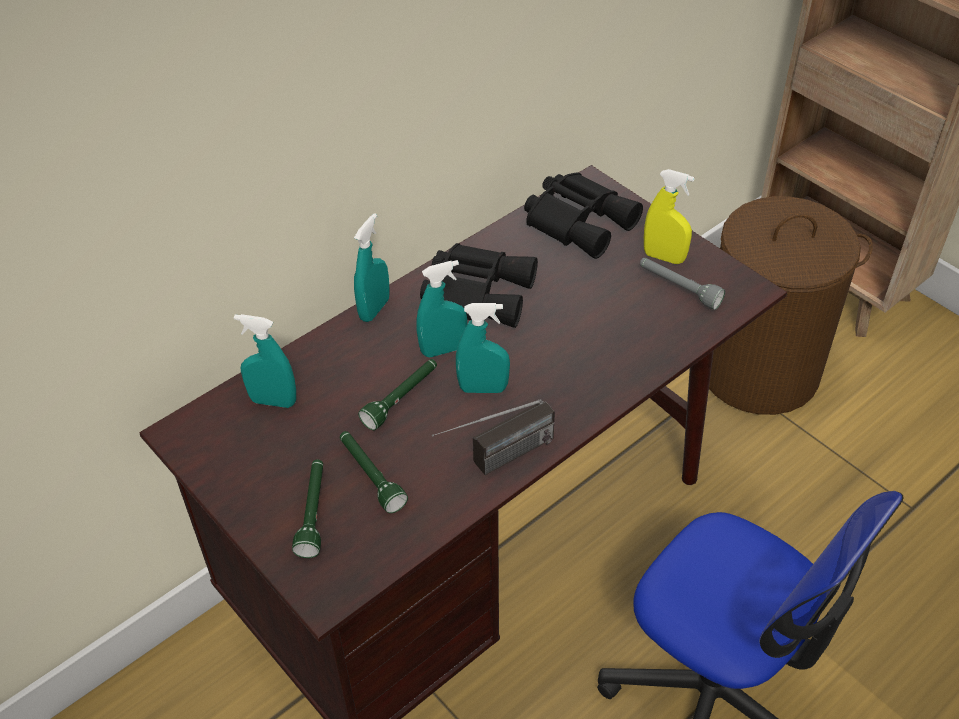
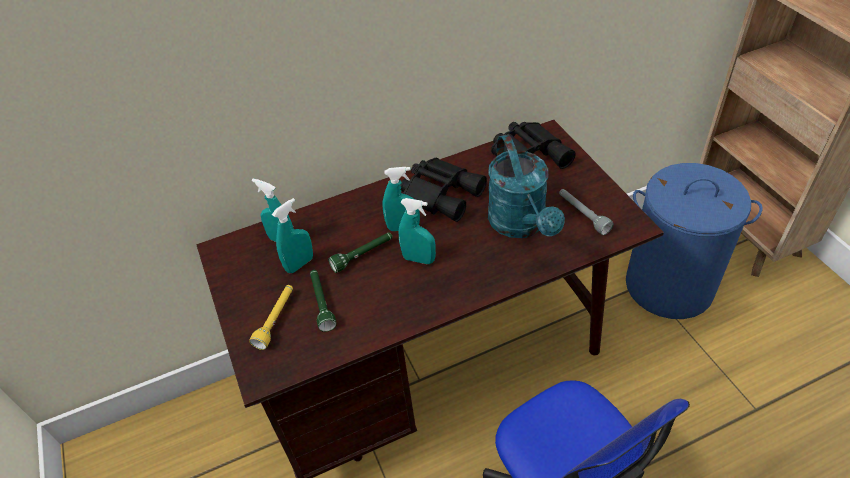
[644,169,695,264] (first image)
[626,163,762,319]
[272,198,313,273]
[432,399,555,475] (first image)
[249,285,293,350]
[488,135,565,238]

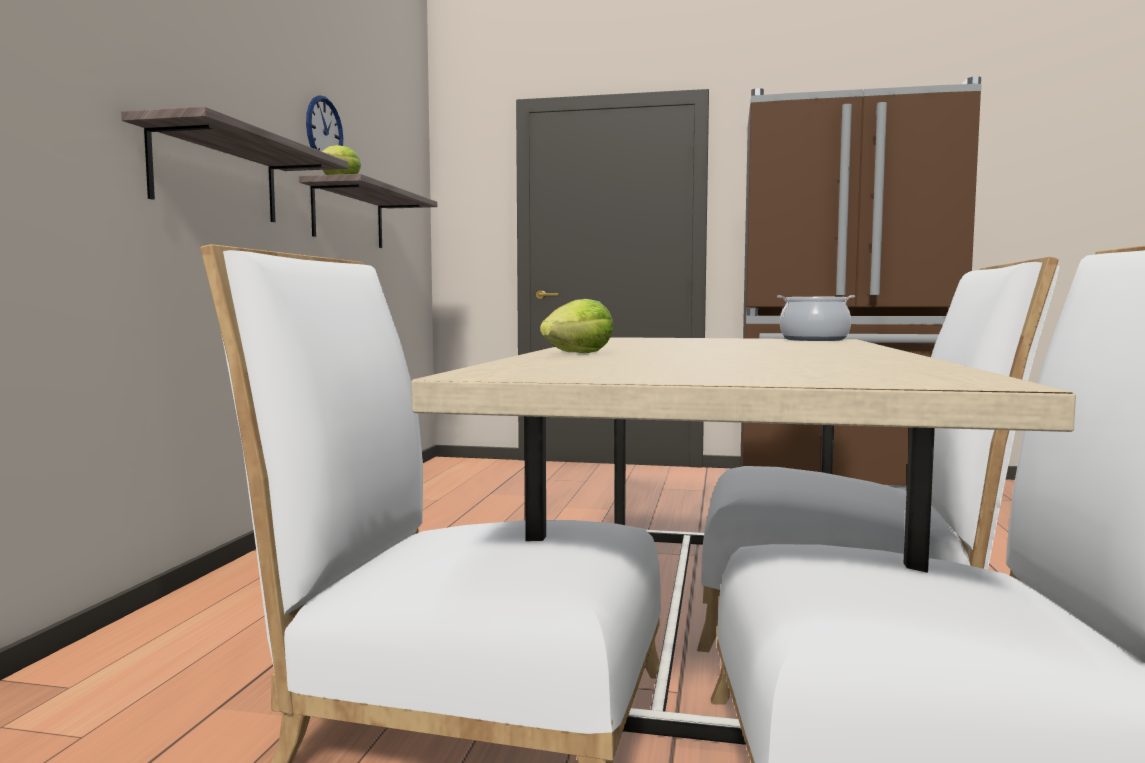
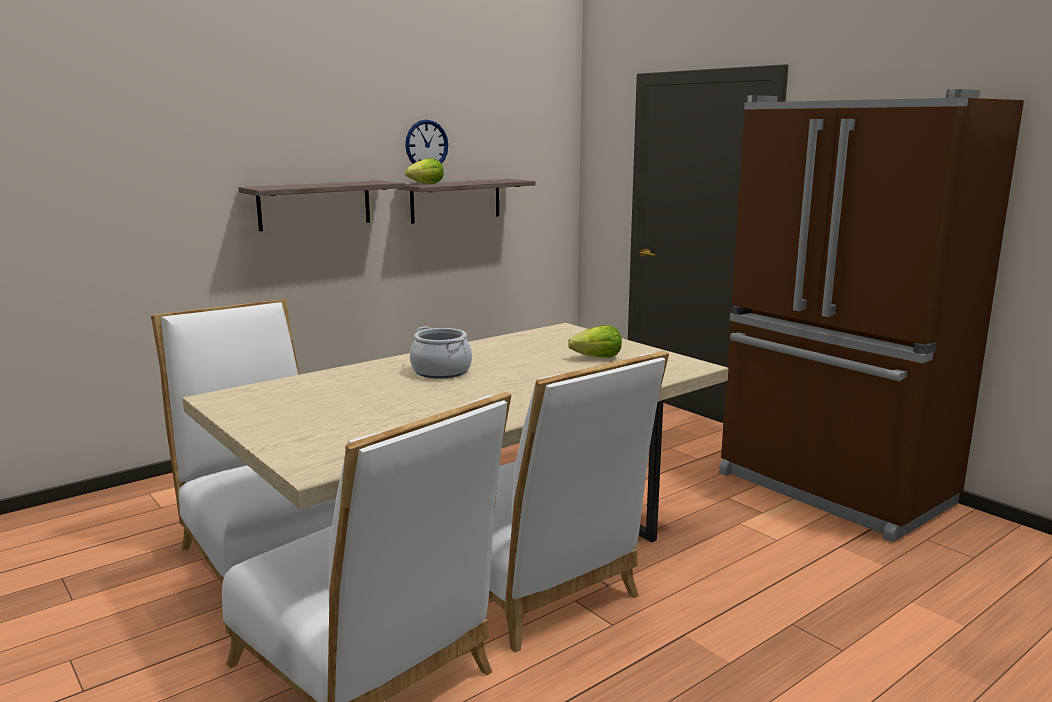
[410,326,472,379]
[568,325,622,358]

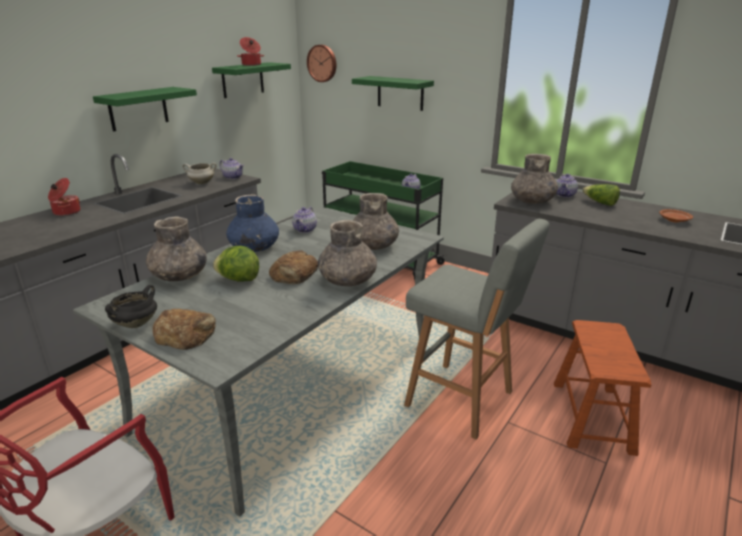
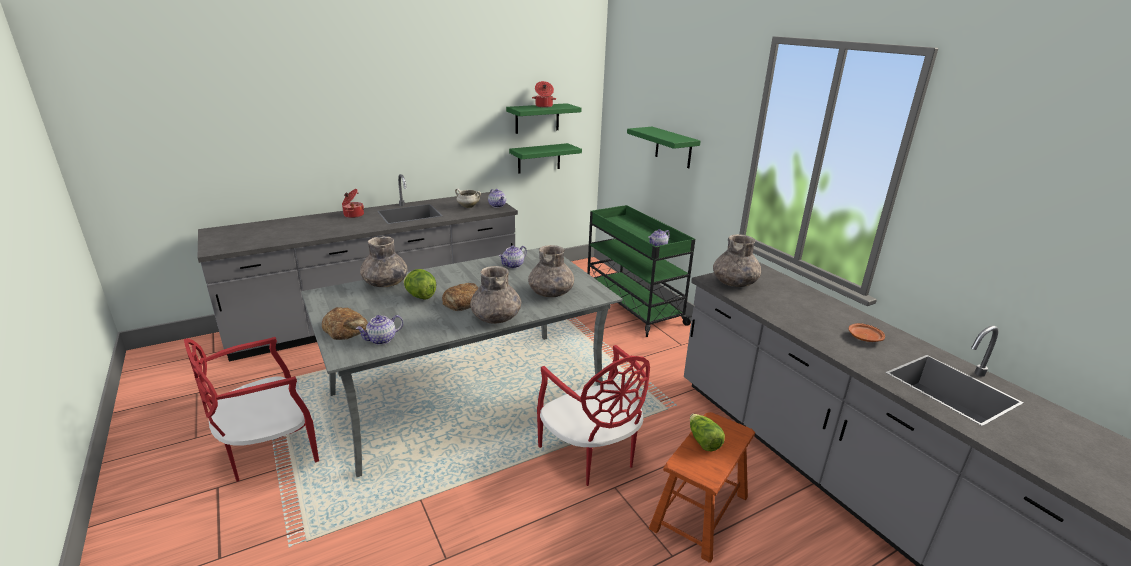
[307,45,336,82] (first image)
[509,143,582,174]
[355,315,403,345]
[690,414,725,452]
[226,194,279,252] (first image)
[537,345,650,486]
[105,285,157,328] (first image)

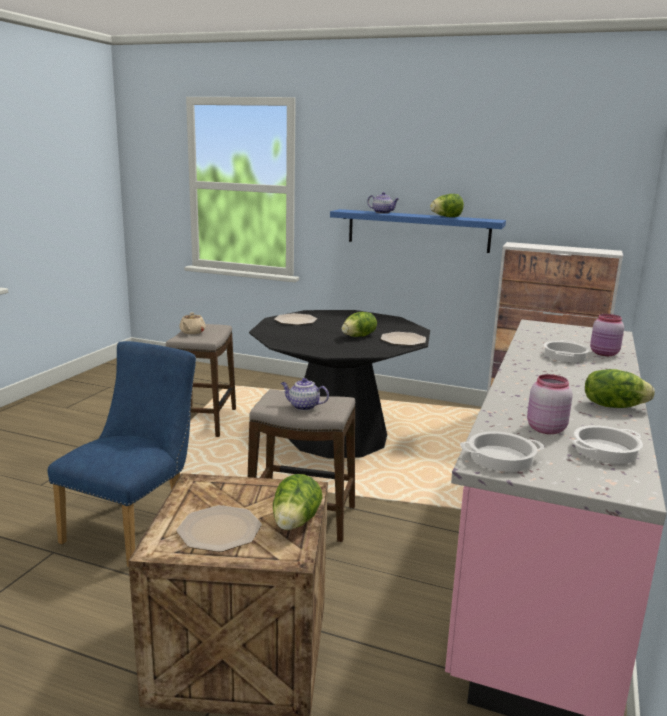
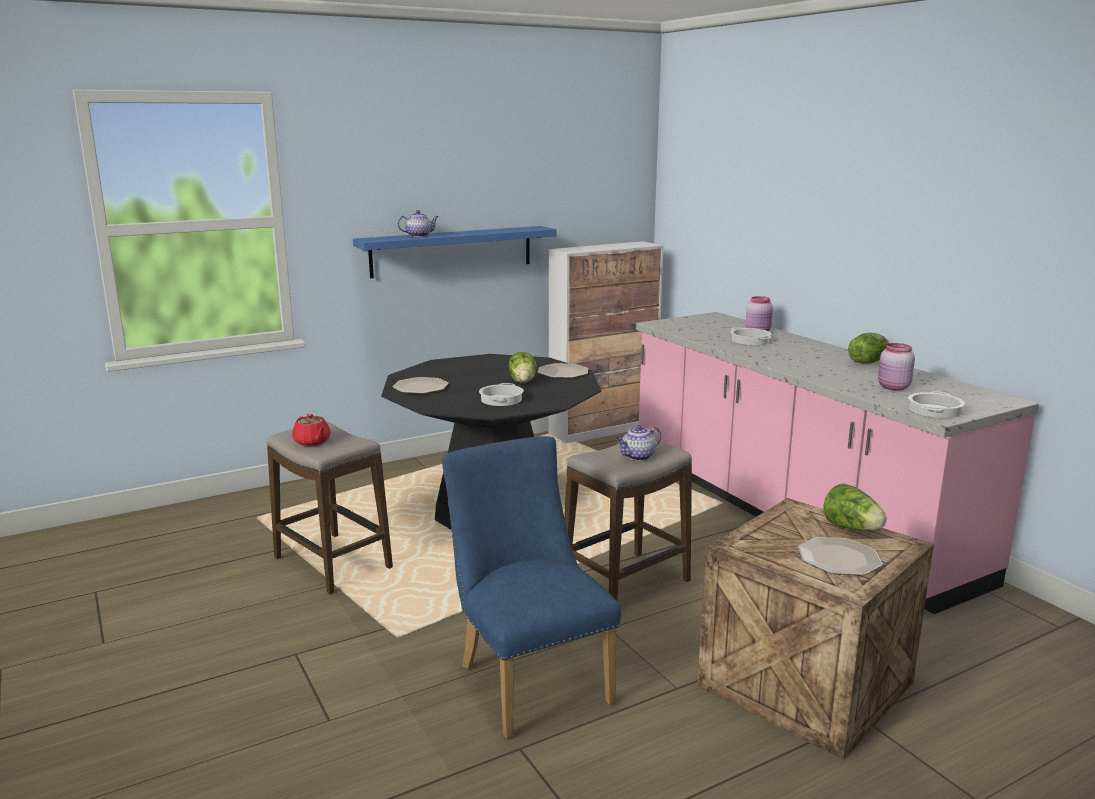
[430,194,464,217] (first image)
[292,414,331,446]
[479,383,524,406]

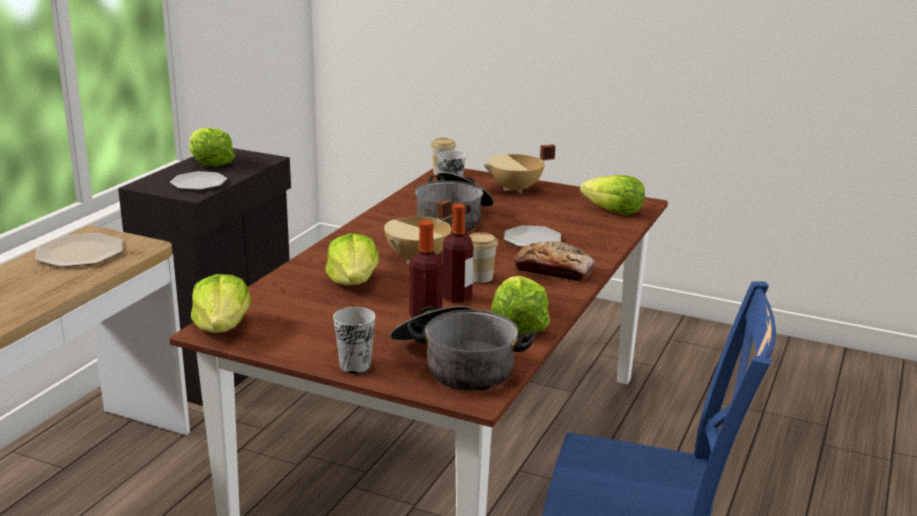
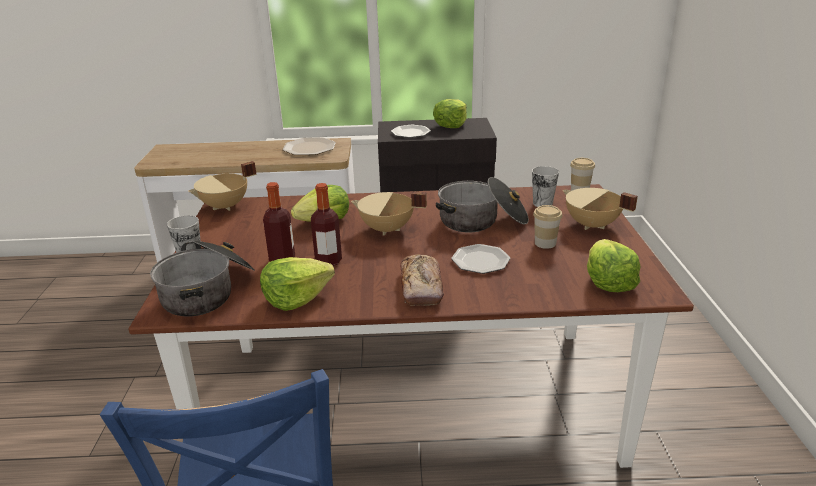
[533,205,562,249]
[188,161,257,211]

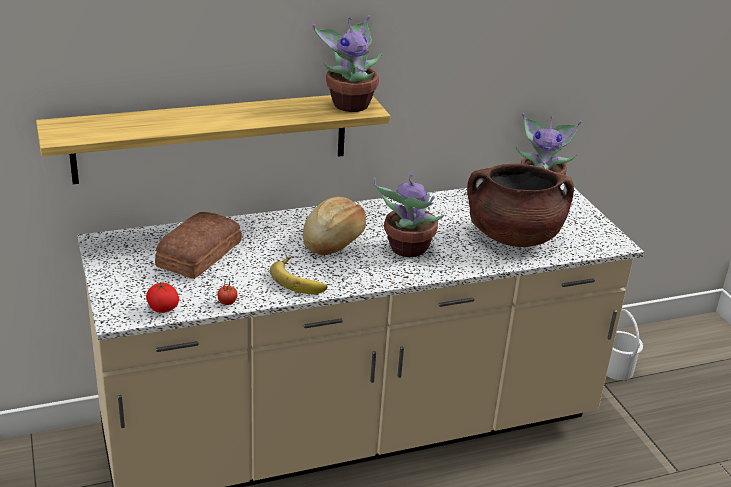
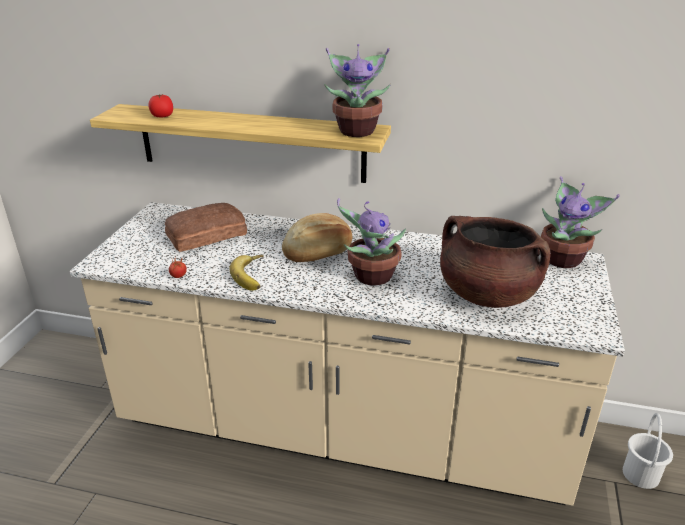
[149,94,173,117]

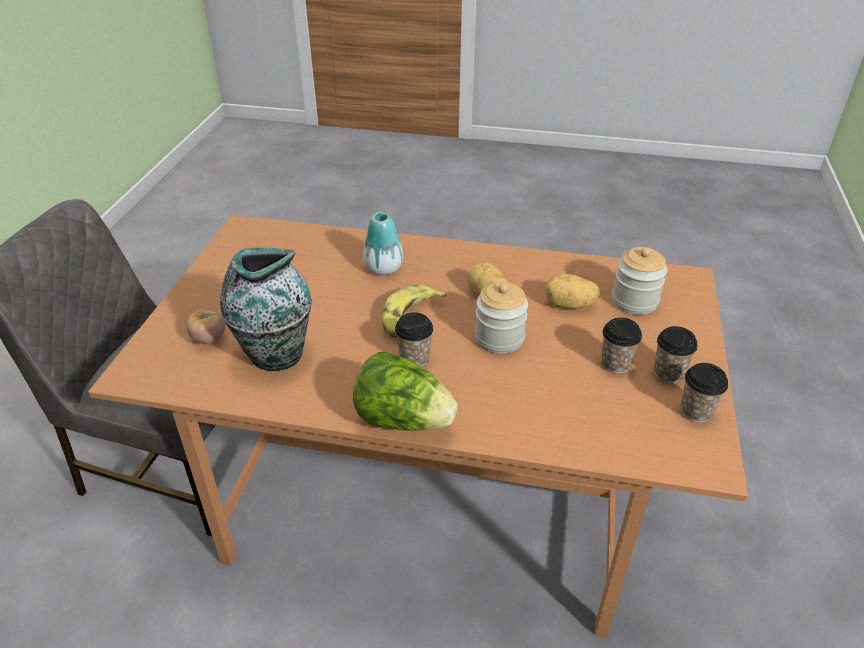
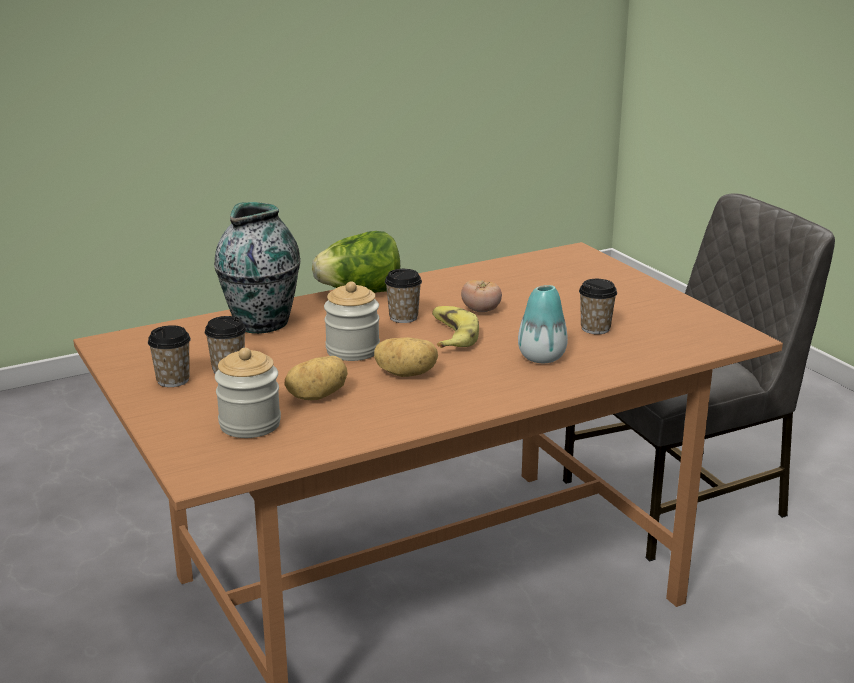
[214,202,301,334]
[461,280,502,312]
[579,279,617,334]

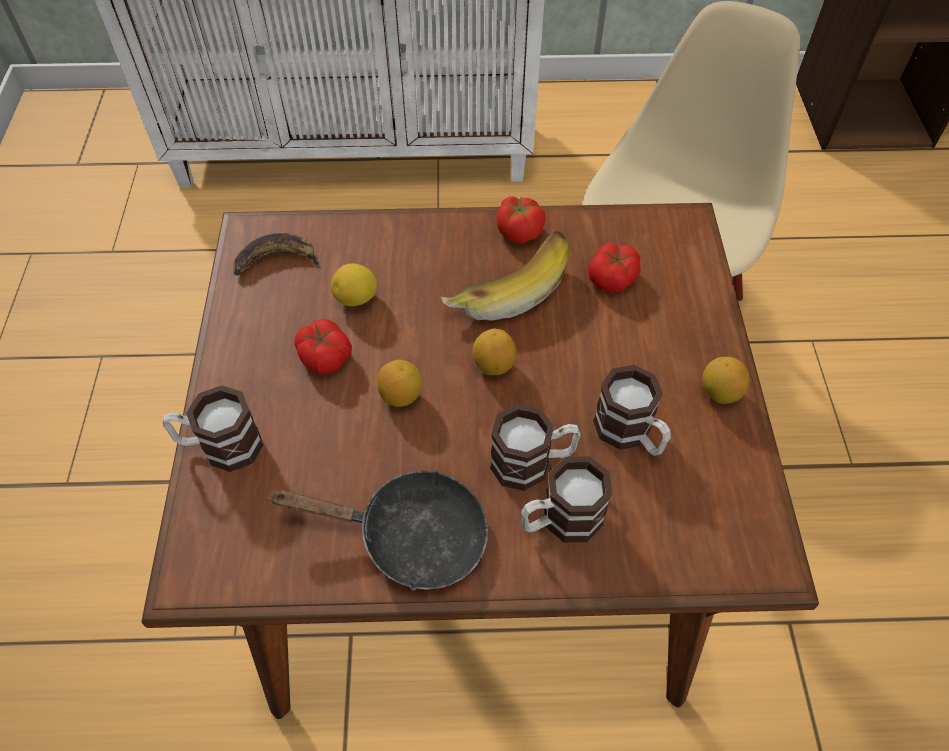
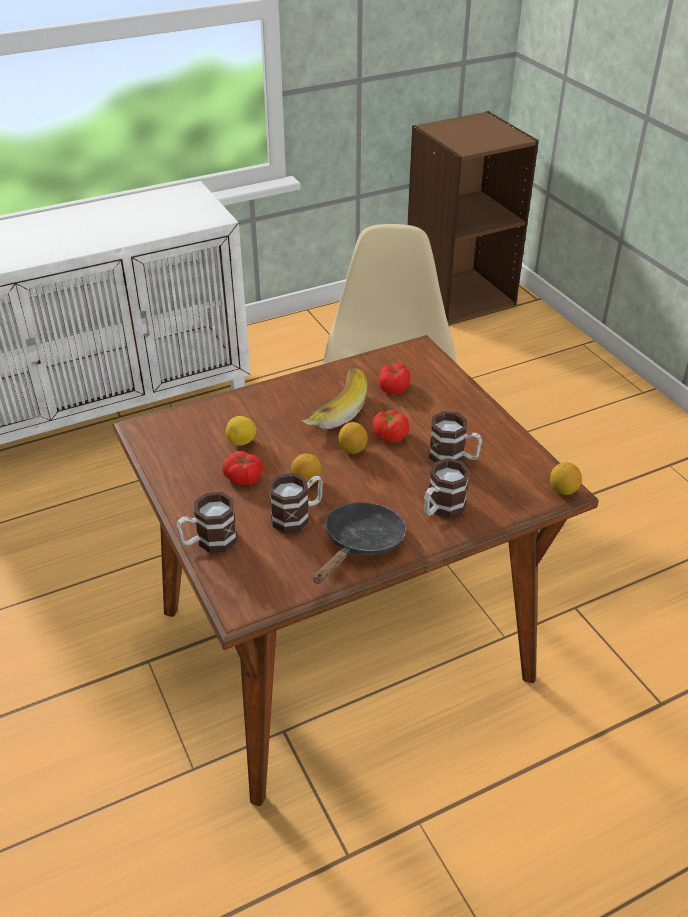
[372,410,409,442]
[233,233,321,275] (first image)
[550,462,582,495]
[269,473,323,533]
[313,502,406,584]

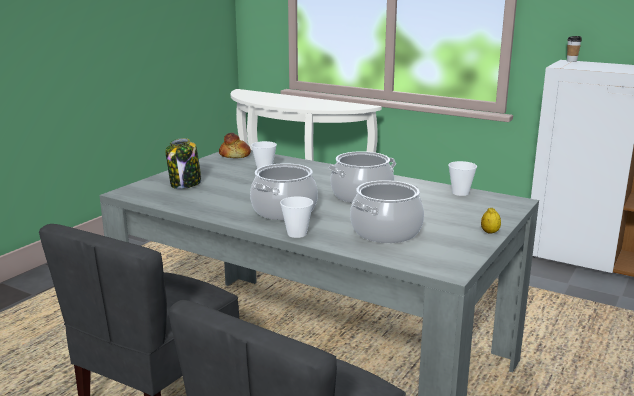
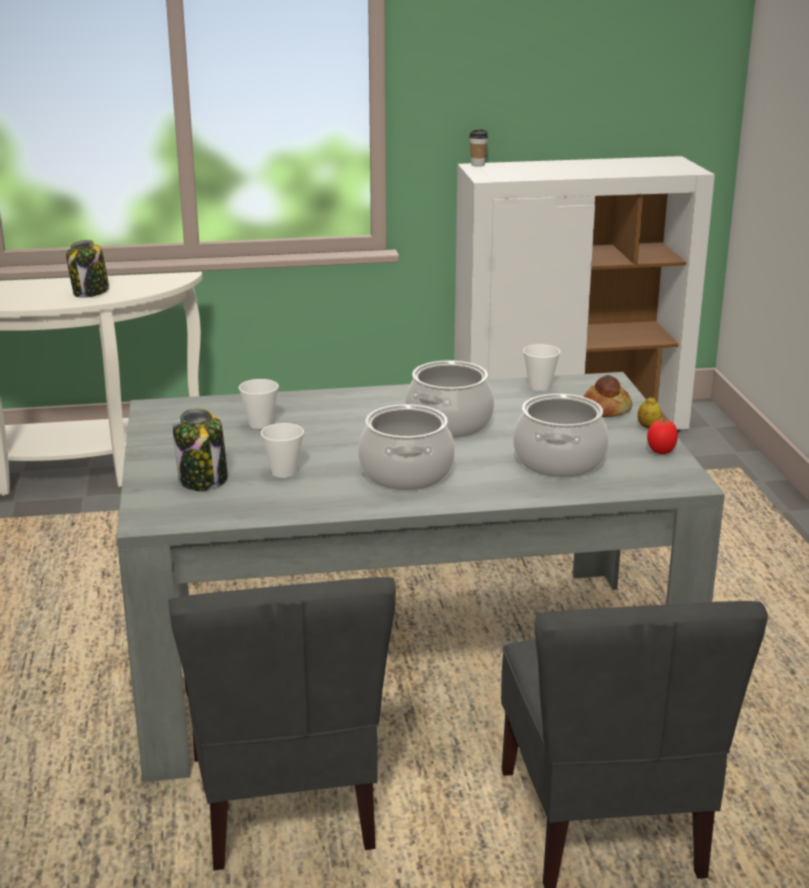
[583,375,633,417]
[261,423,304,478]
[66,240,109,298]
[647,419,678,454]

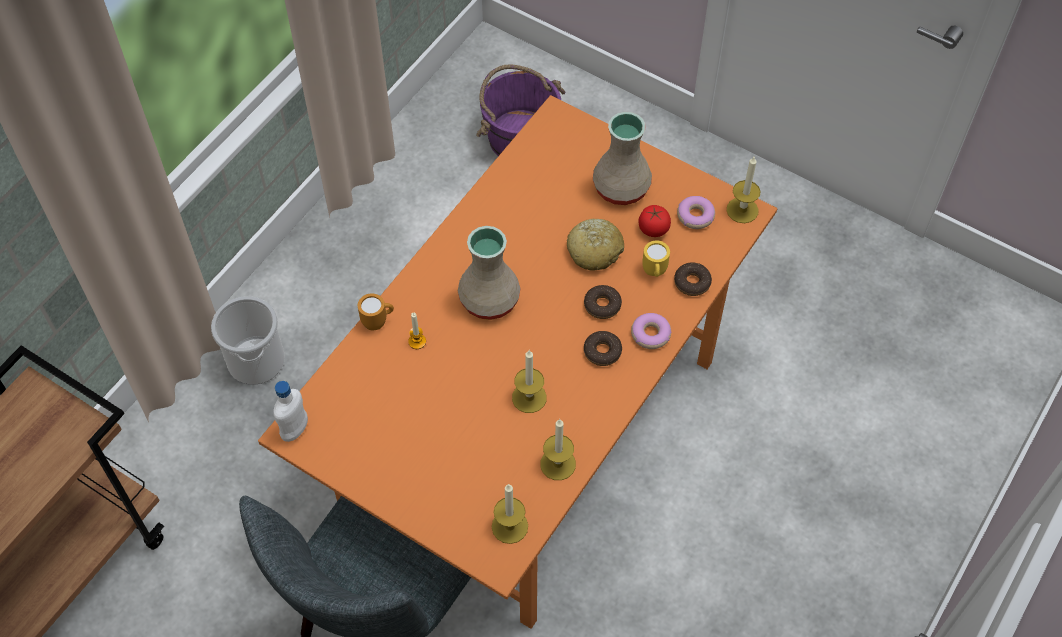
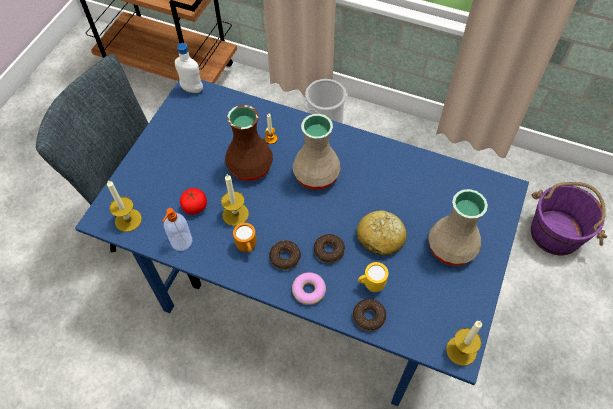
[75,80,529,406]
[677,196,715,229] (first image)
[180,188,207,215]
[233,223,257,253]
[162,208,192,251]
[225,105,273,181]

